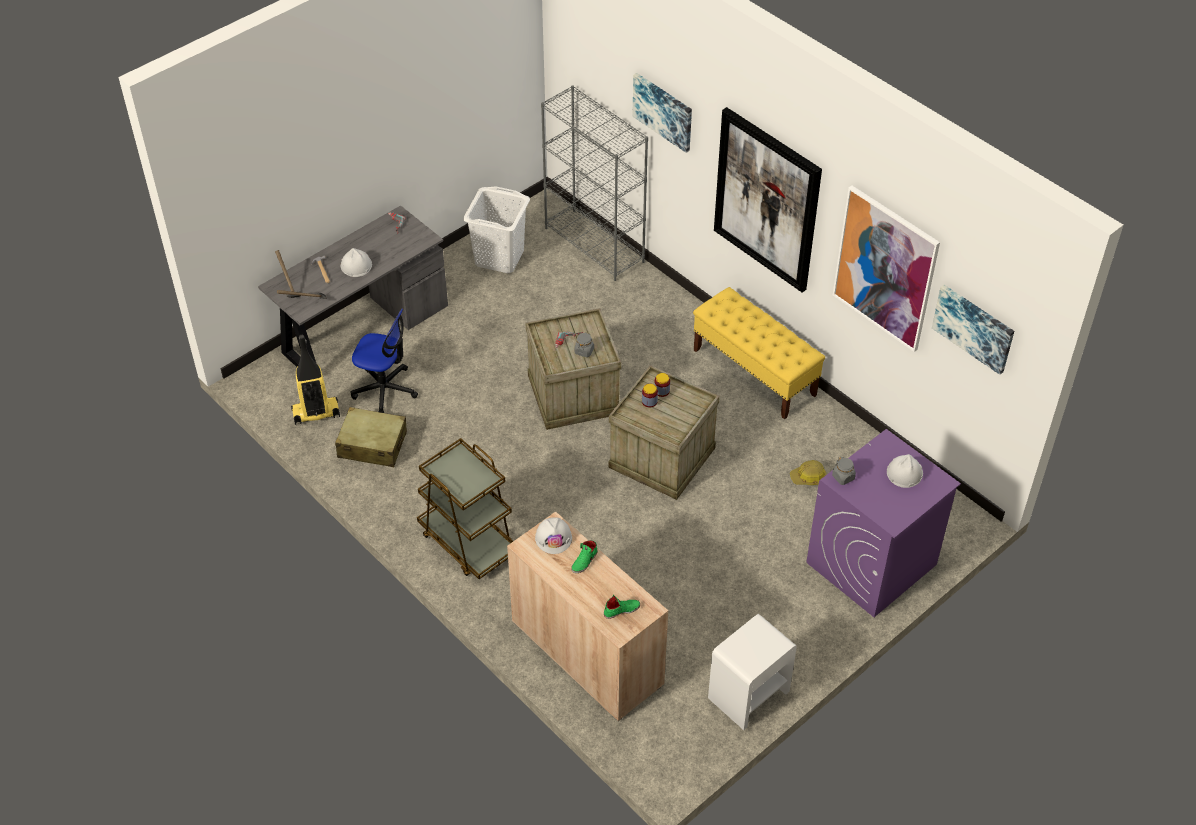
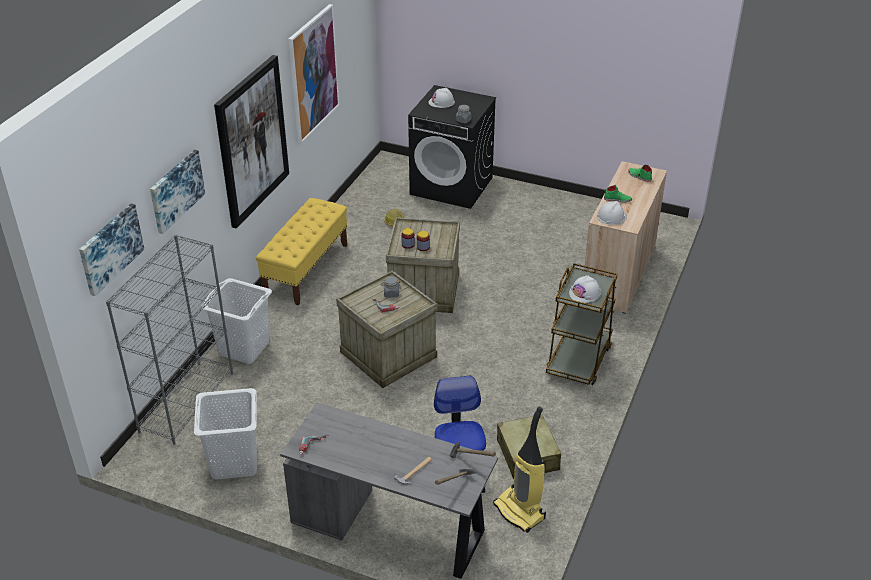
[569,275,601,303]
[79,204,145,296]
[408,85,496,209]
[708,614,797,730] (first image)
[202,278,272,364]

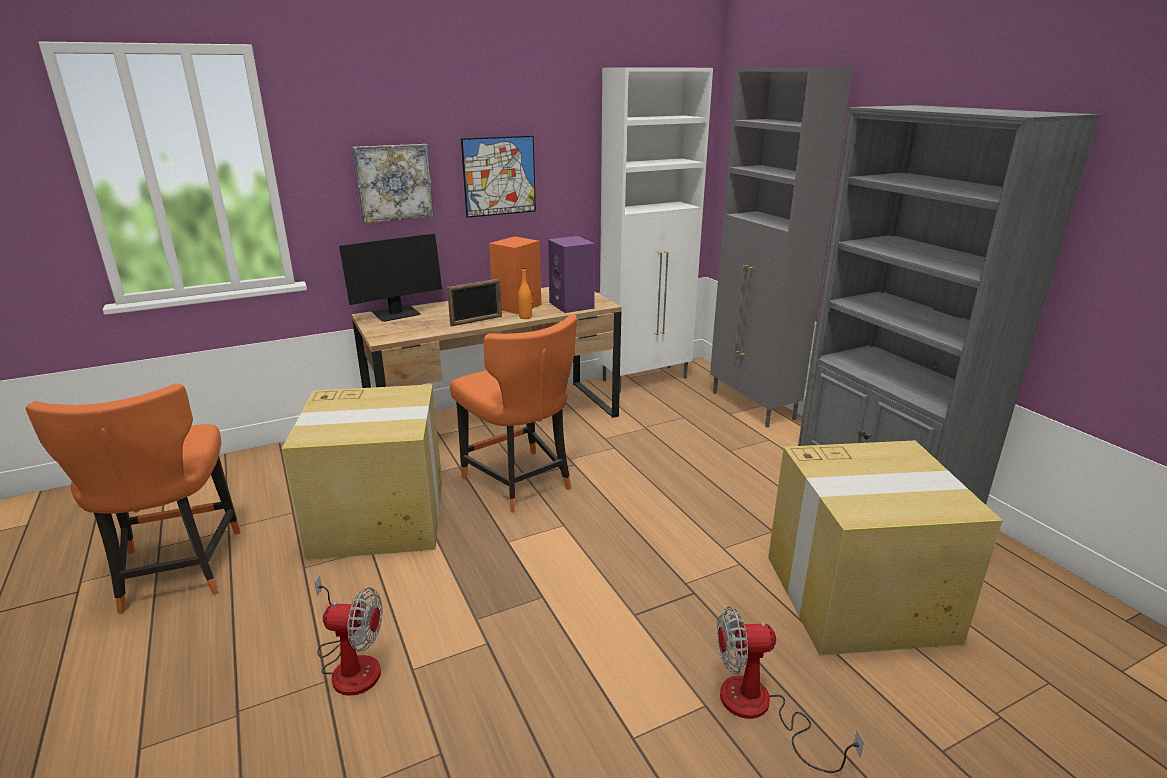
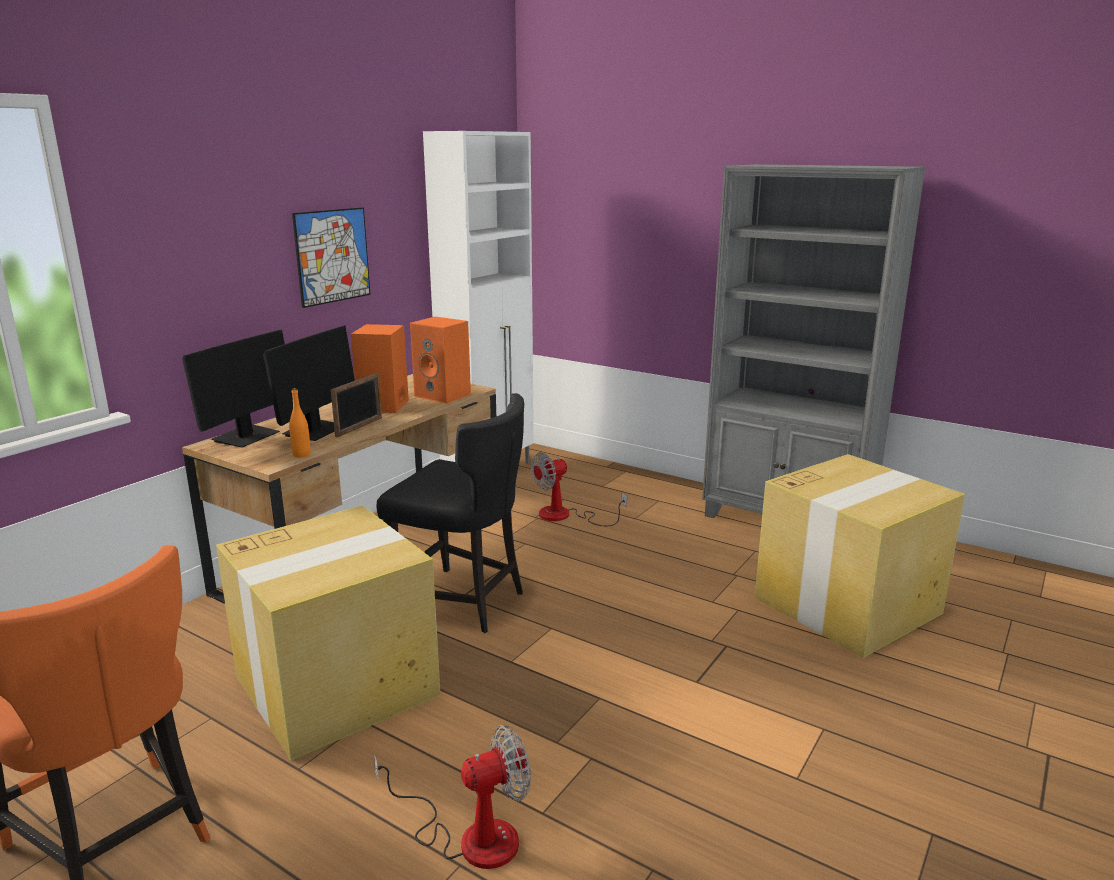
[710,67,853,427] (first image)
[352,144,434,223] (first image)
[410,316,471,403]
[289,388,311,458]
[377,393,524,633]
[531,452,627,526]
[263,326,355,441]

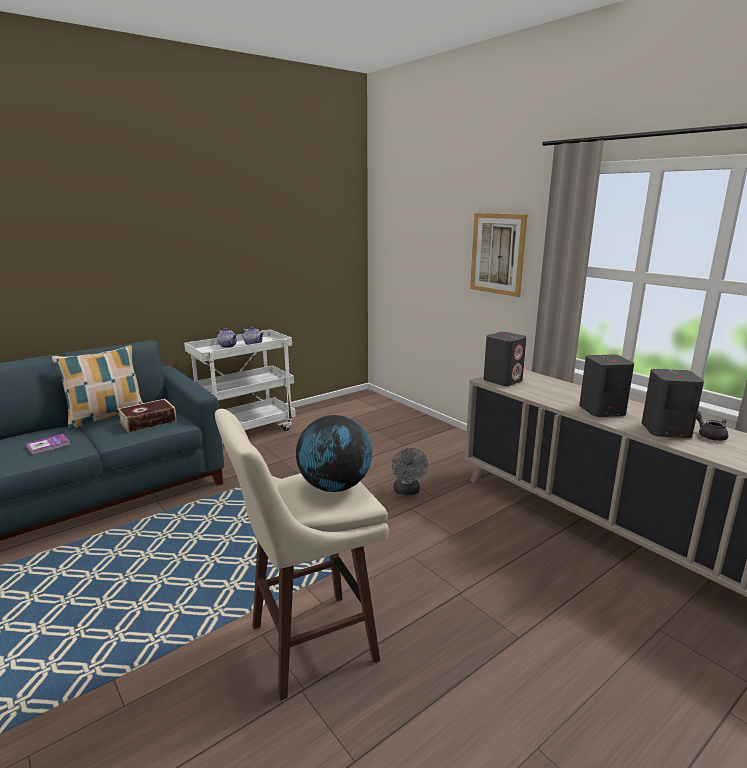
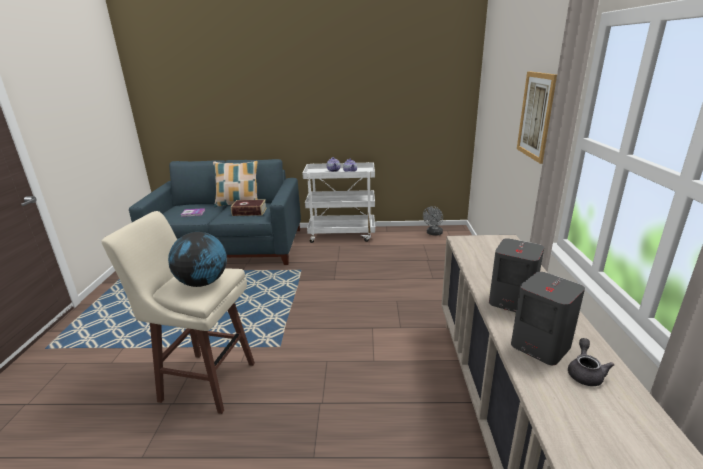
[484,332,527,386] (first image)
[423,206,443,236]

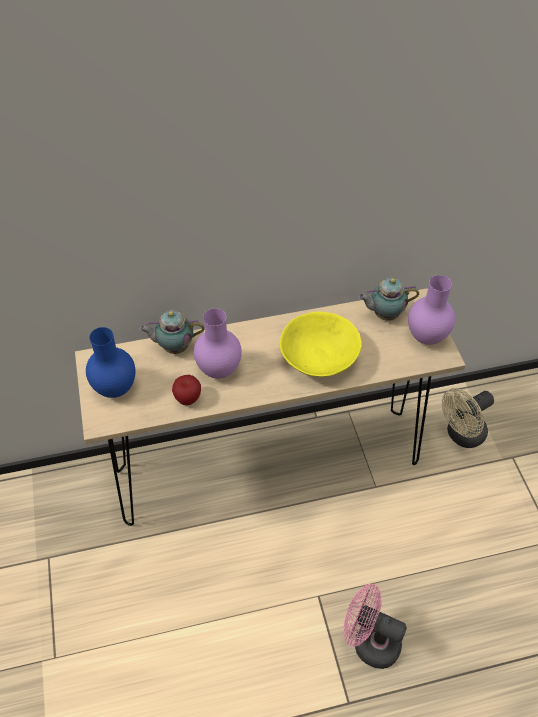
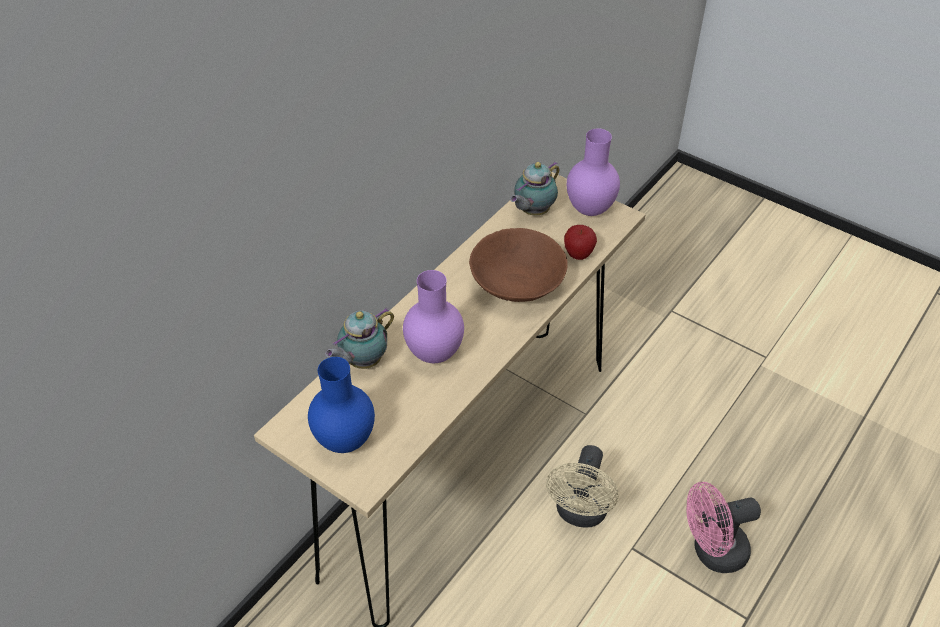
[469,228,568,302]
[564,225,597,260]
[546,445,618,527]

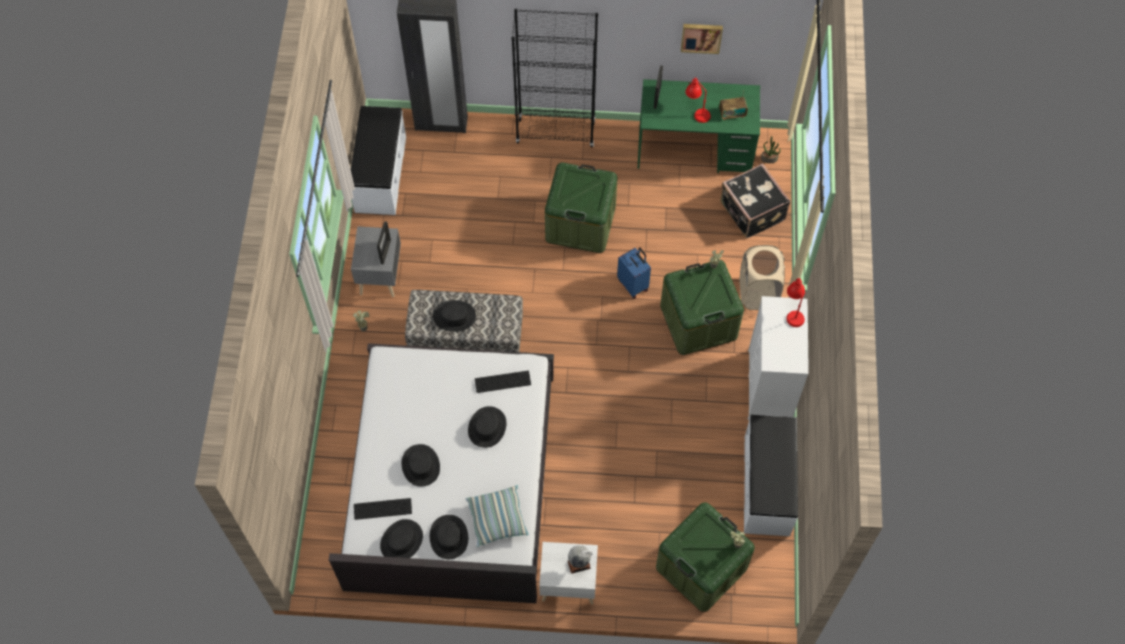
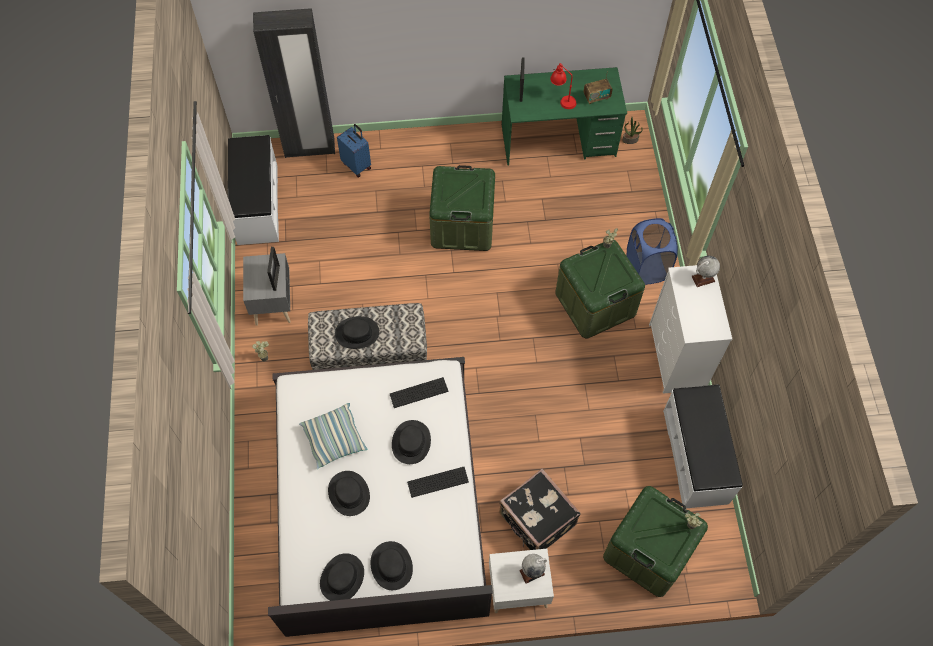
[511,9,598,148] (first image)
[681,24,723,54] (first image)
[499,469,580,550]
[627,218,678,285]
[337,124,371,177]
[691,256,720,287]
[299,403,368,469]
[407,467,469,498]

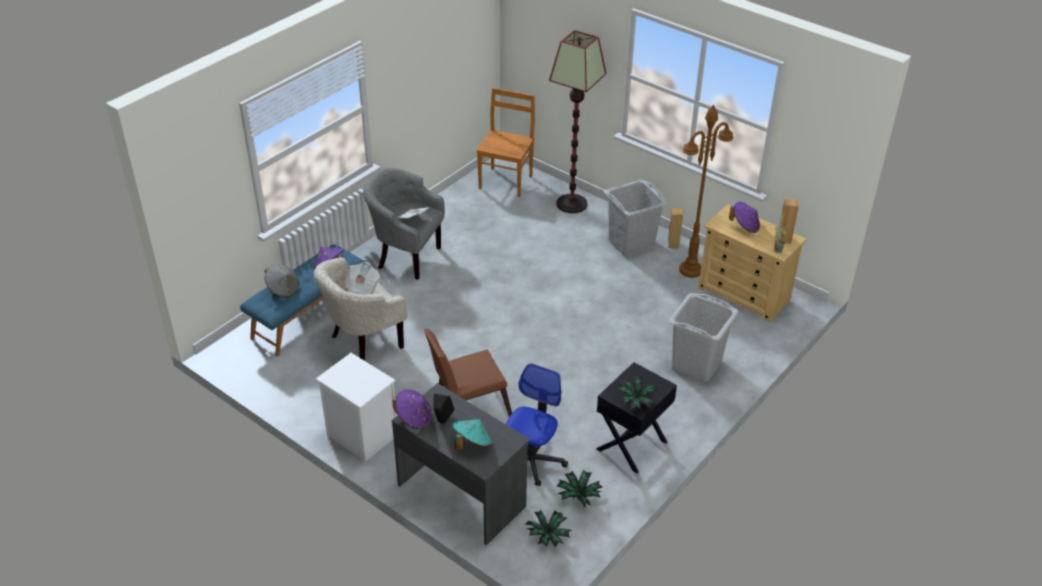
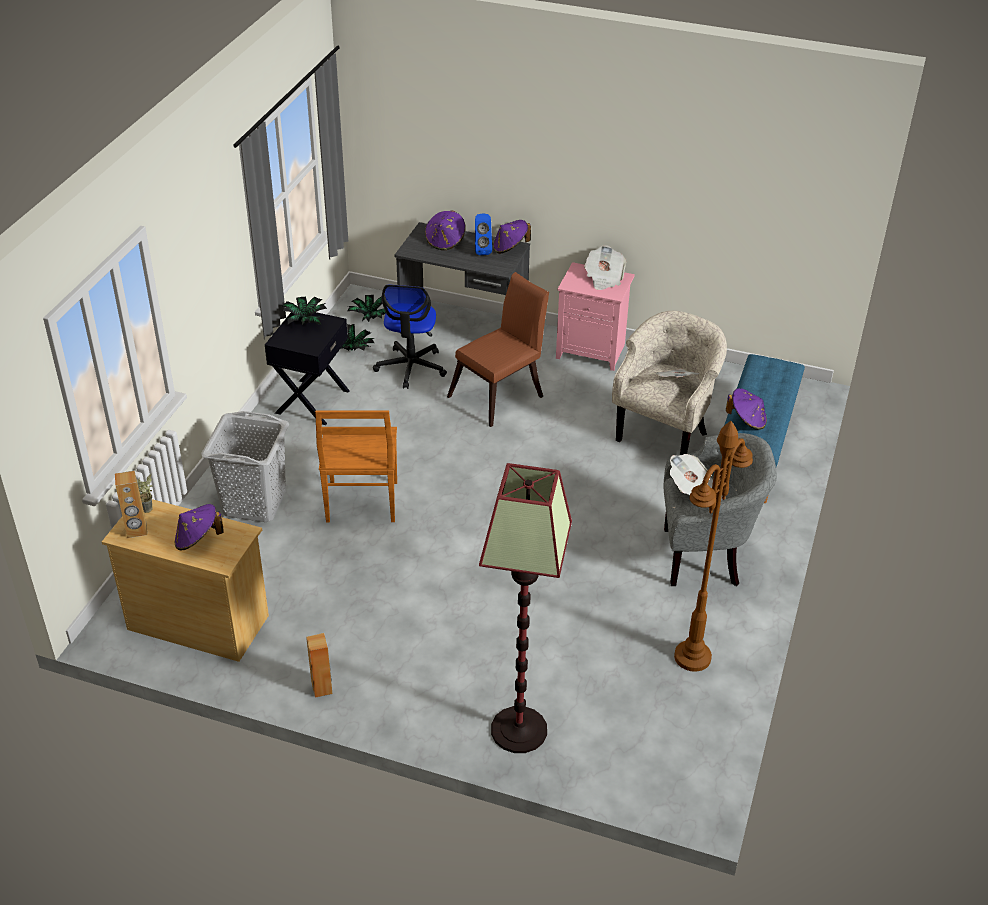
[315,410,397,522]
[674,421,753,672]
[604,180,667,257] (first image)
[265,264,299,297] (first image)
[556,262,635,371]
[475,214,492,255]
[425,210,465,250]
[584,245,626,290]

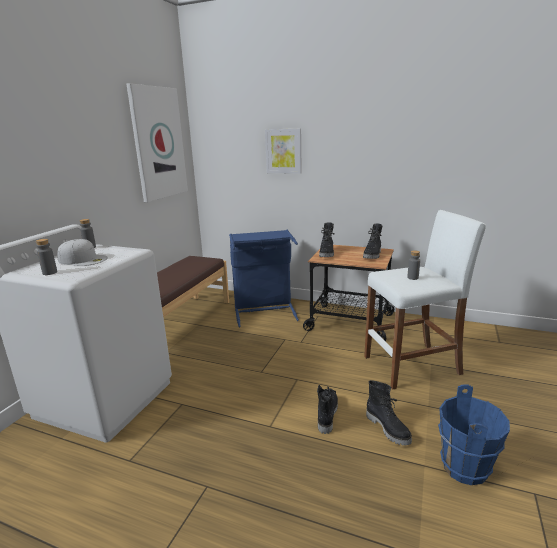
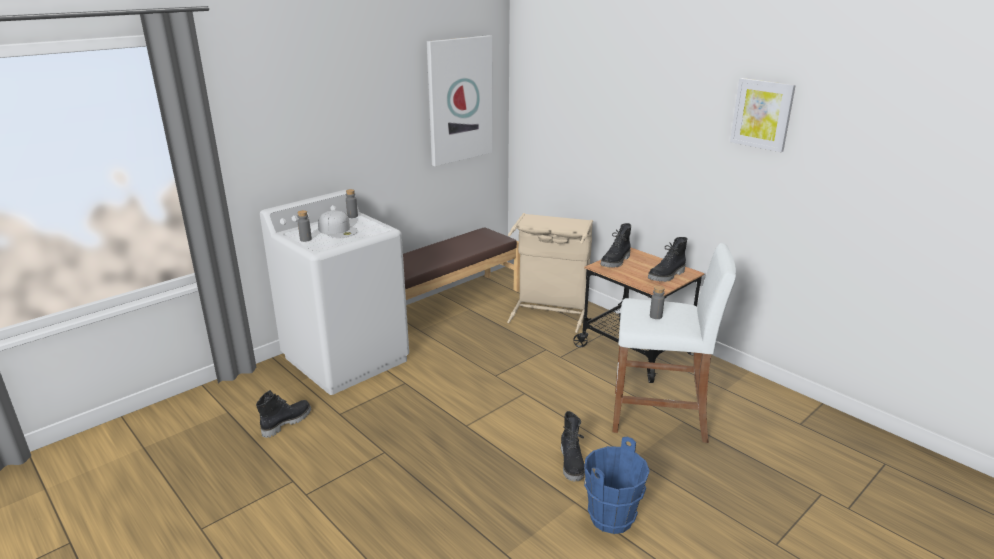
[730,78,796,152]
[507,213,593,333]
[256,390,311,438]

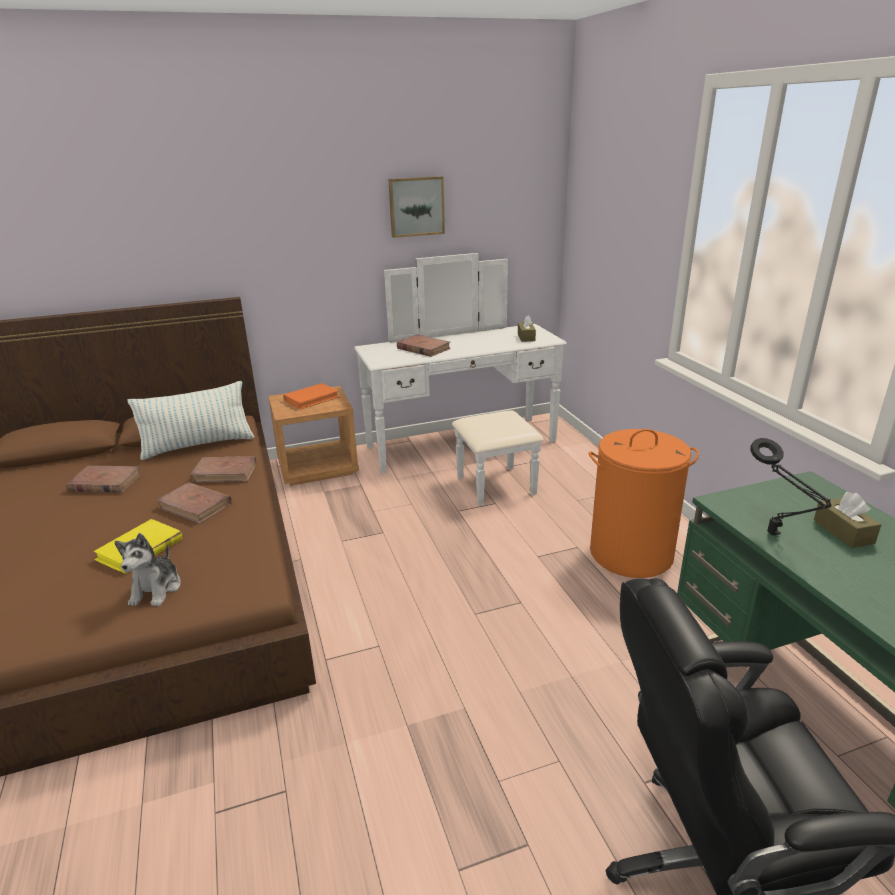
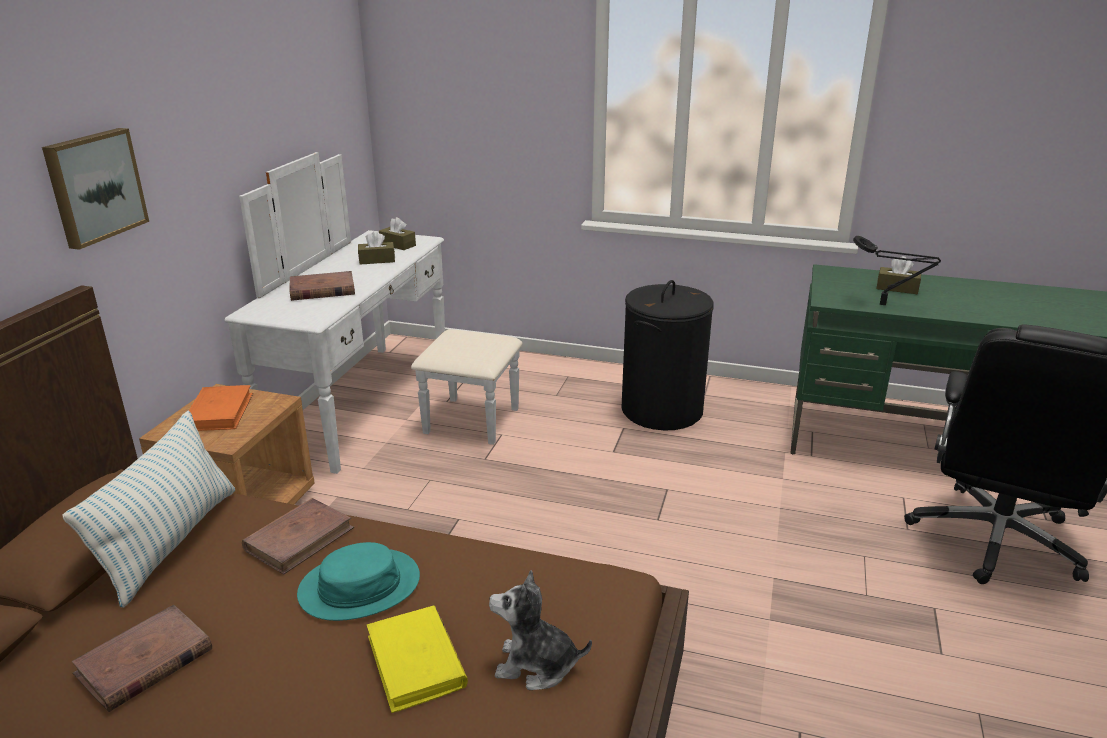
[42,128,149,250]
[621,280,714,431]
[297,542,420,621]
[489,570,592,690]
[358,231,395,265]

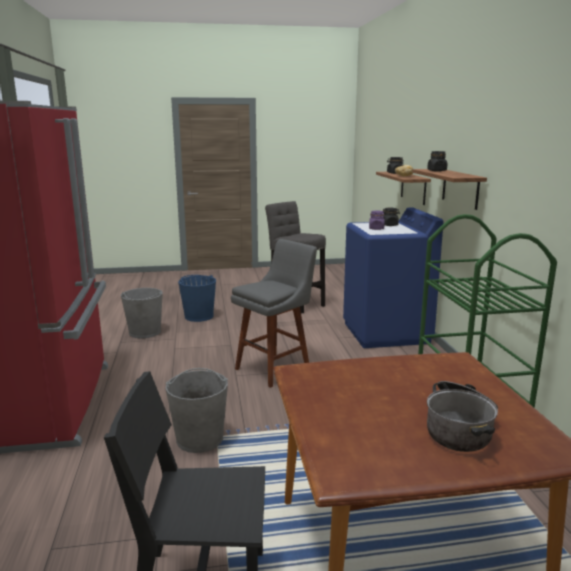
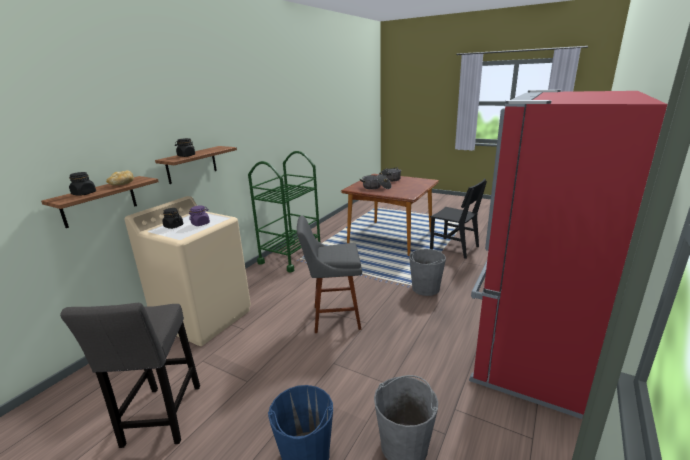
[124,196,251,346]
[359,174,392,190]

